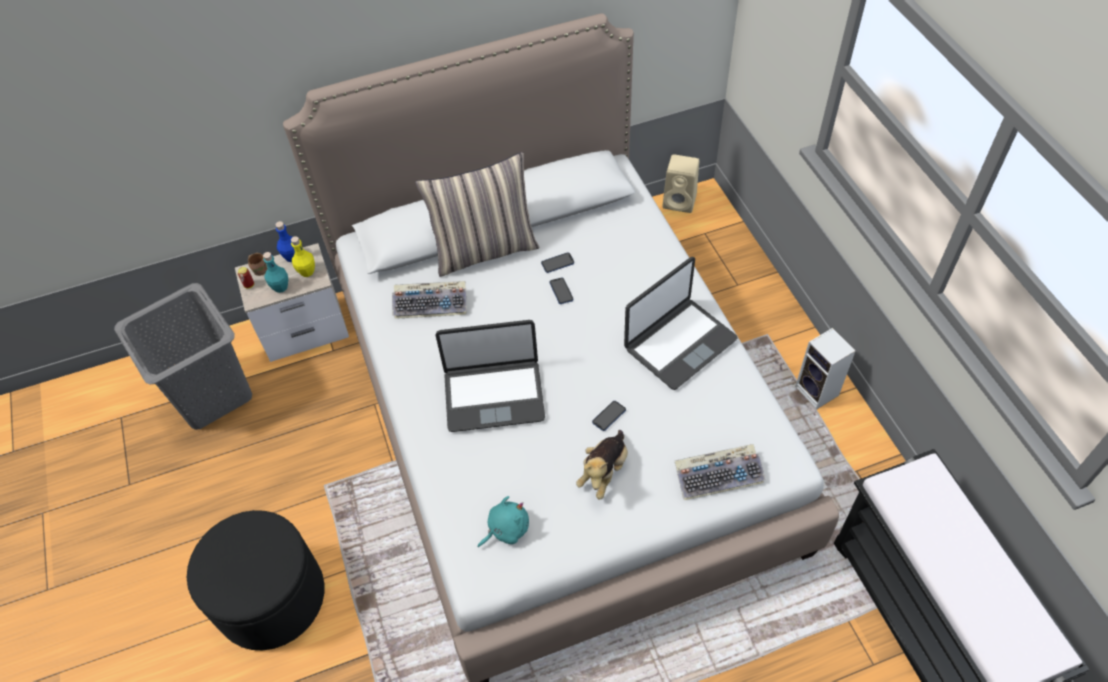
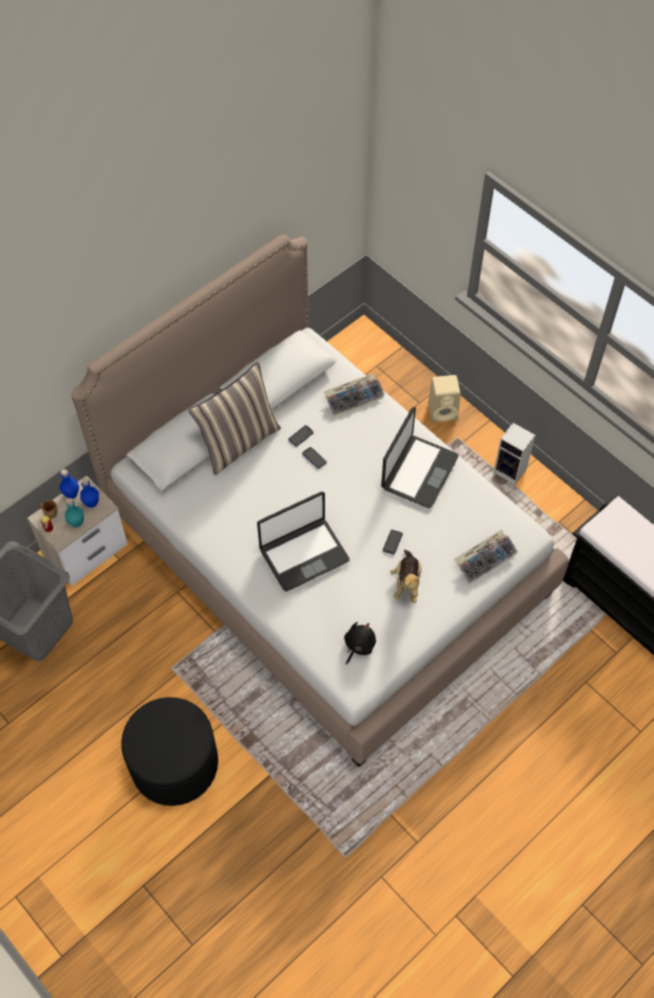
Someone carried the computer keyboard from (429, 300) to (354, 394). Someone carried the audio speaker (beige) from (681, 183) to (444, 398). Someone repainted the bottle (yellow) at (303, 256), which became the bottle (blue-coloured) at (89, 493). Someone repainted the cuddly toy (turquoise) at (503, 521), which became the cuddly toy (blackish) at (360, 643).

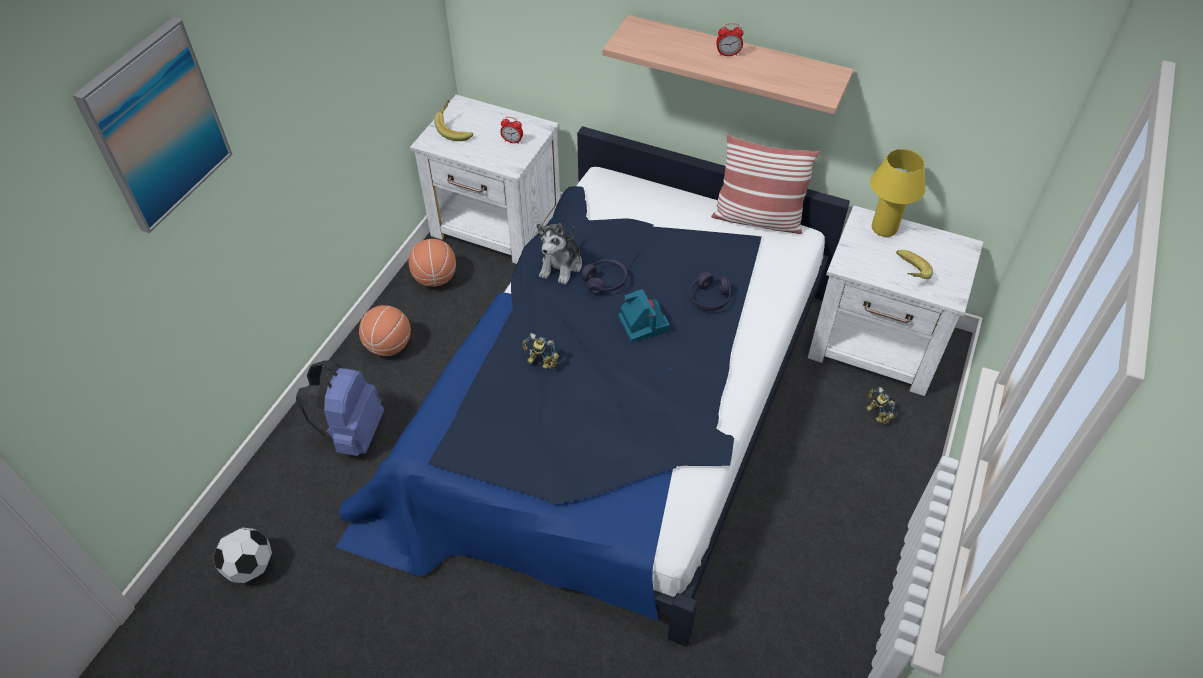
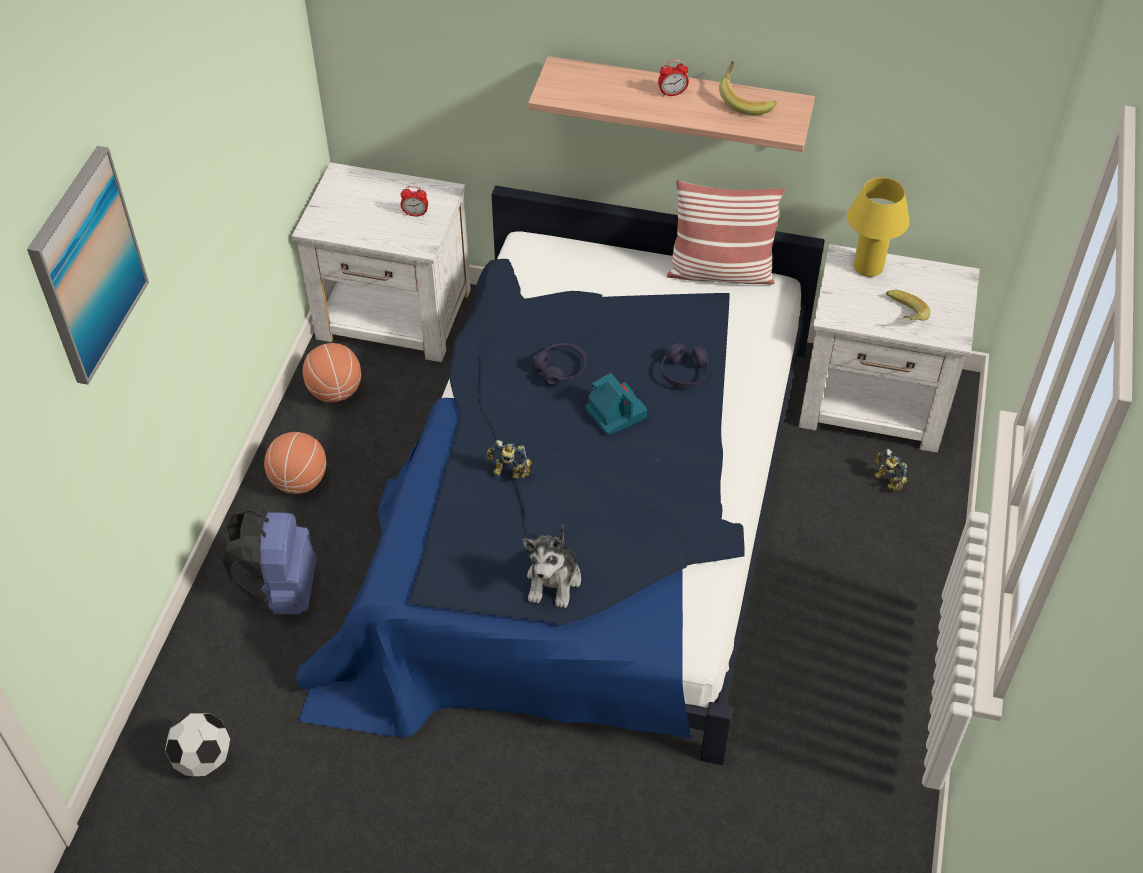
Someone carried the whole banana from (453, 120) to (748, 88). Someone carried the cuddly toy from (559, 254) to (552, 566).

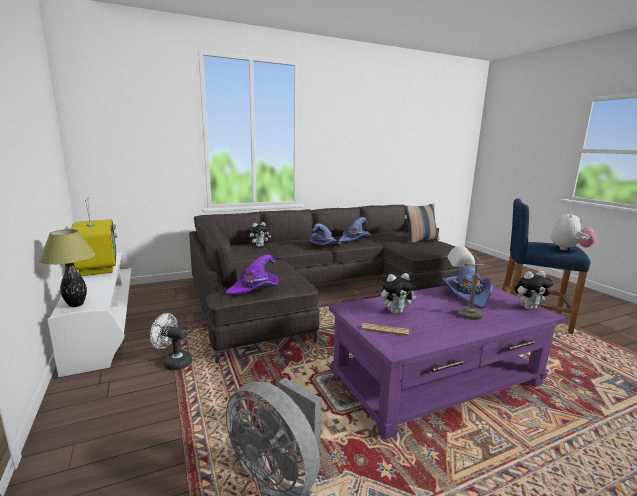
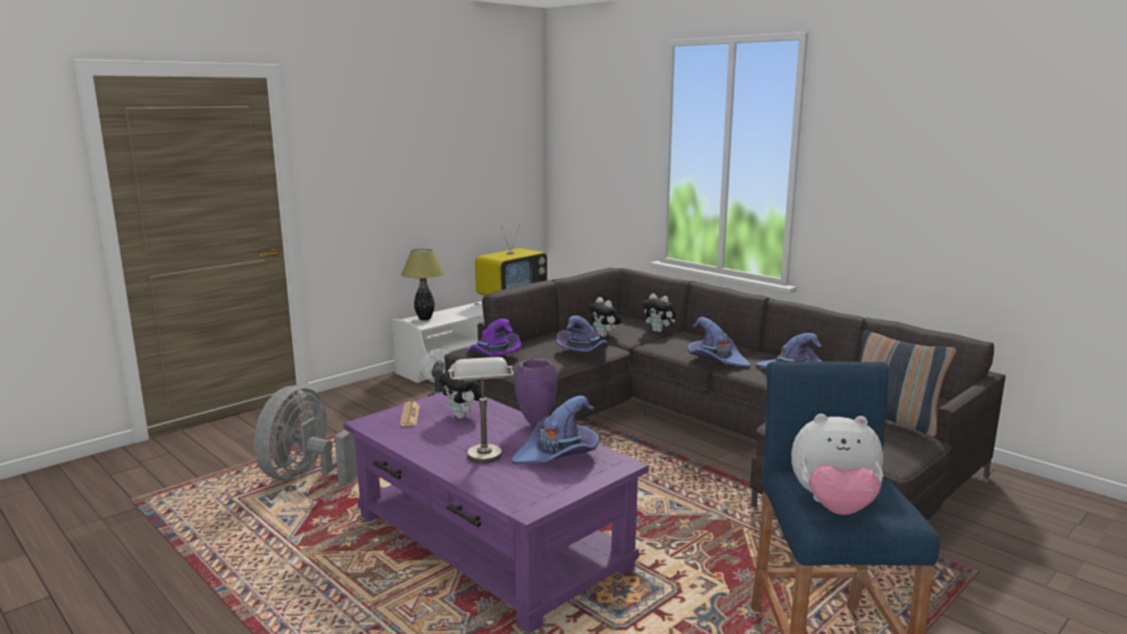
Someone put down the decorative vase (purple) at (536, 393). Someone put down the clothing hat (purple) at (582, 334). Someone carried the cuddly toy from (534, 290) to (604, 317).

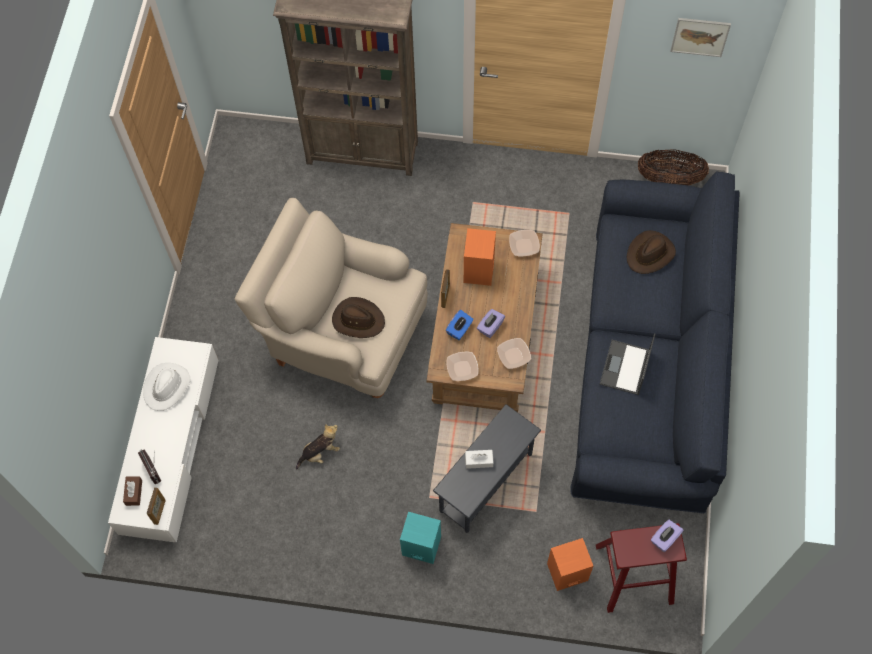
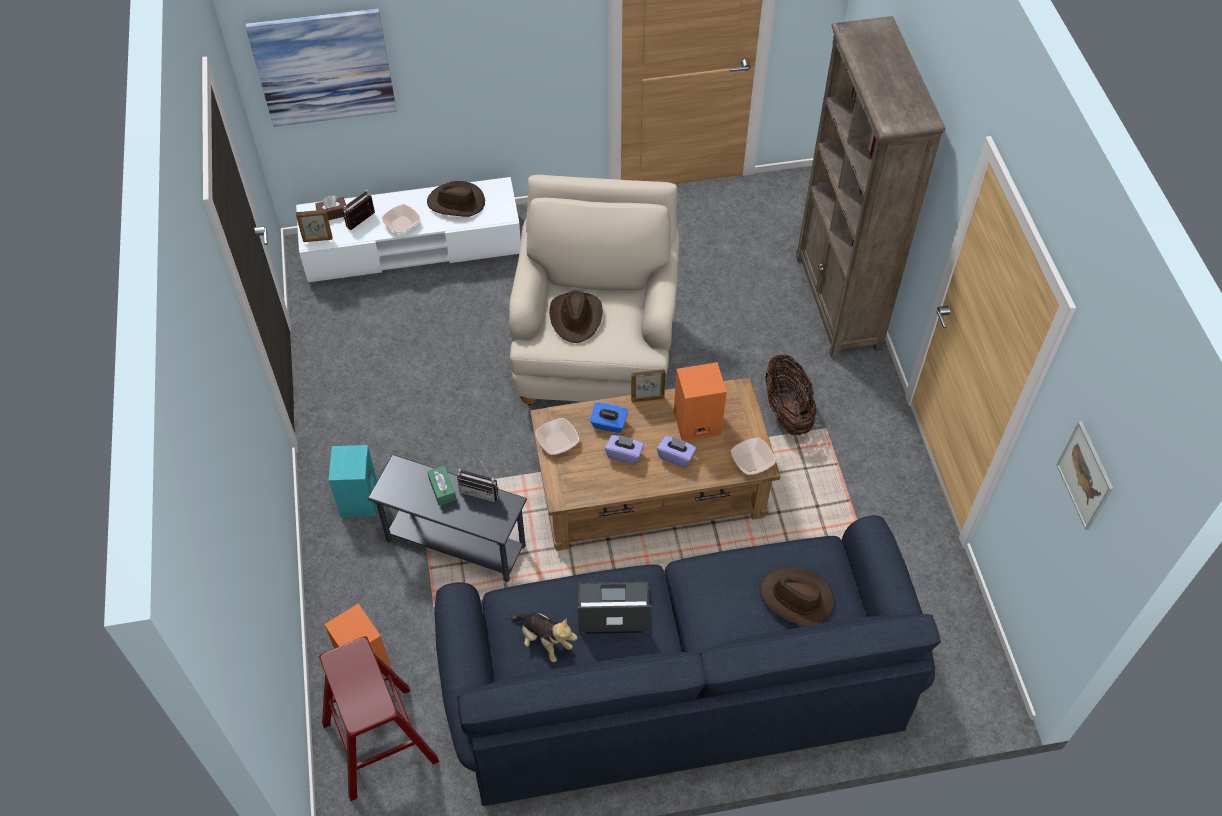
Someone put up the wall picture at (321, 67). Someone put down the radio at (477, 479). Someone carried the cuddly toy from (318, 447) to (543, 637). Someone carried the deep dish from (514, 353) to (401, 218). Someone carried the basket from (673, 167) to (791, 395). Someone carried the tissue holder (purple) from (667, 536) to (677, 452). Someone repainted the clothing hat (white-coloured) at (167, 387), which became the clothing hat (brown) at (456, 199). Someone repainted the tissue holder (white-coloured) at (479, 459), which became the tissue holder (green) at (441, 486).

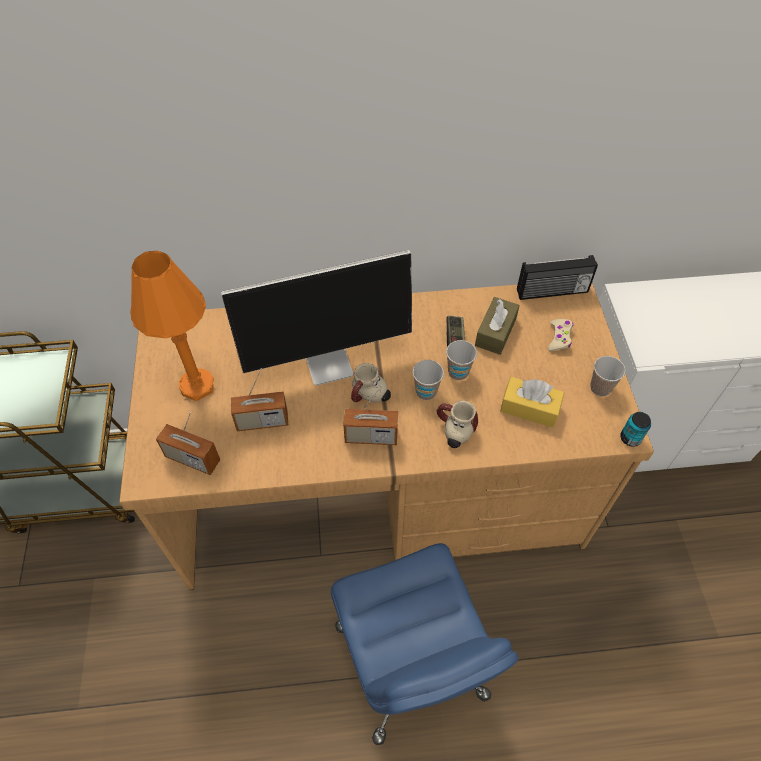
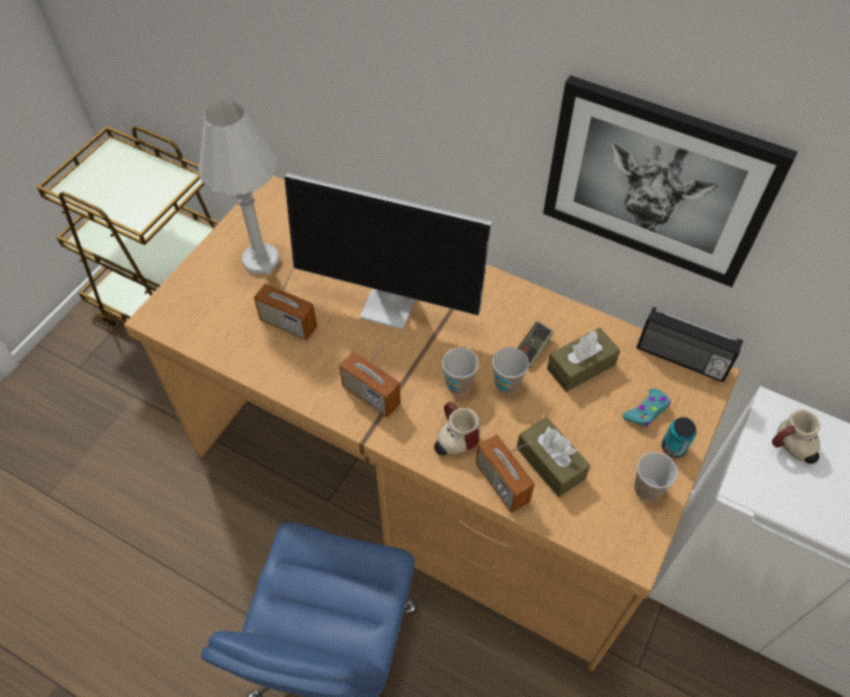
Someone put up the wall picture at (670, 181). Someone carried the radio from (188, 443) to (505, 473). Someone carried the tea mug from (371, 382) to (796, 437). Someone carried the sealed can from (635, 429) to (679, 437). Someone repainted the table lamp (orangey) at (172, 326), which became the table lamp (white-coloured) at (239, 187). Someone repainted the tissue holder (yellow) at (532, 402), which became the tissue holder (brown) at (553, 457). Someone repainted the gamepad (beige) at (560, 335), which became the gamepad (turquoise) at (646, 407).

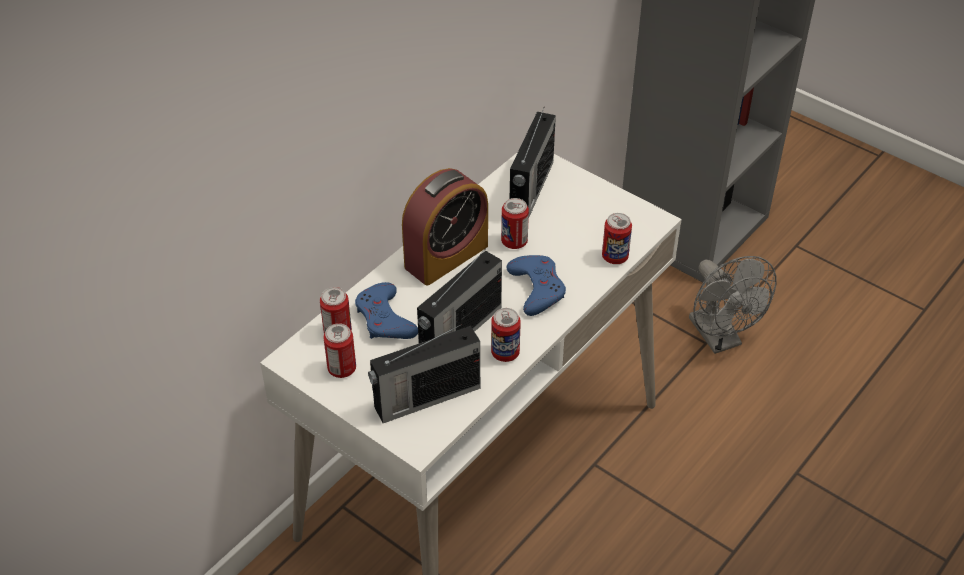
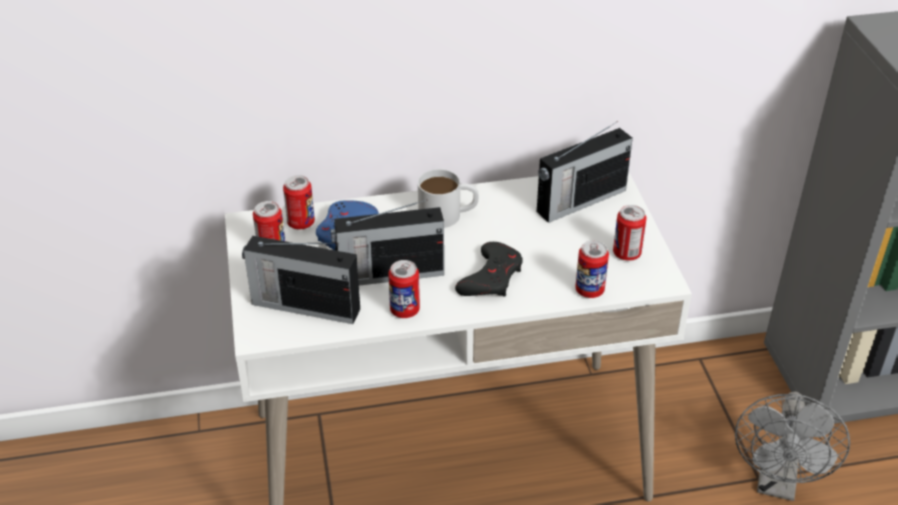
Someone carried the sealed can from (515, 223) to (630, 233). Someone swapped the table clock at (445, 227) for the tea mug (white-coloured) at (448, 198). Someone repainted the gamepad (blue-coloured) at (536, 285), which became the gamepad (blackish) at (489, 269).

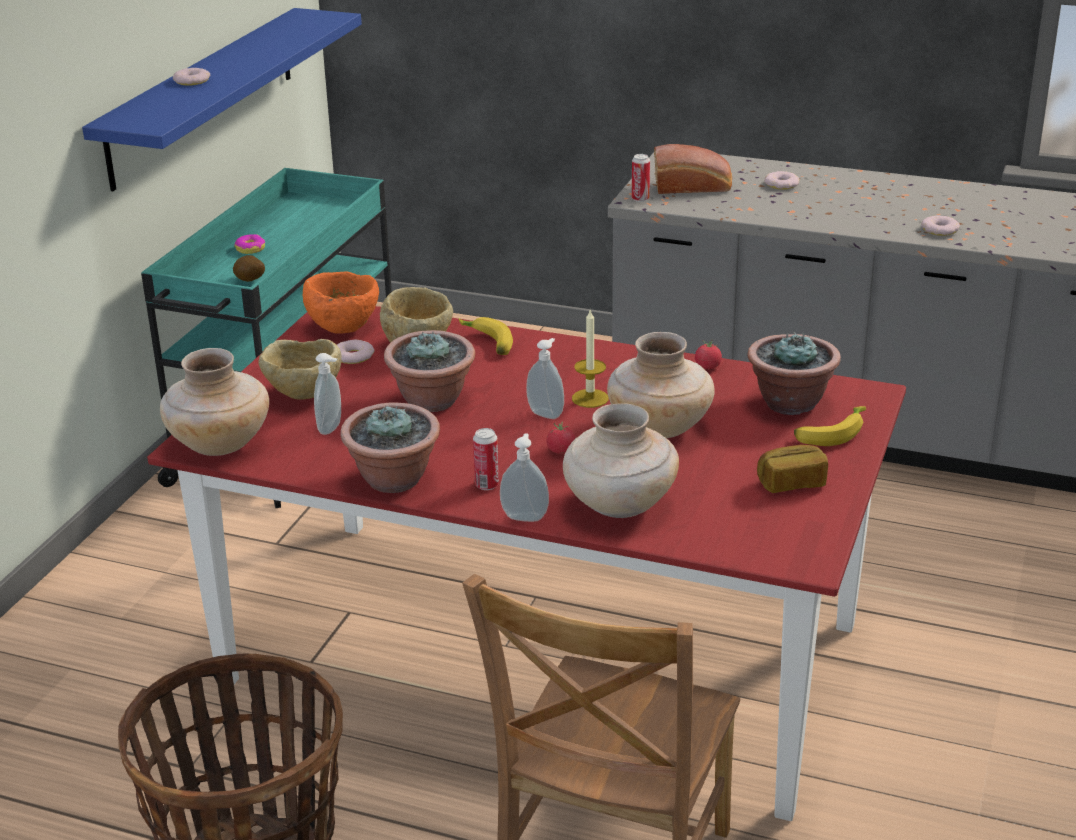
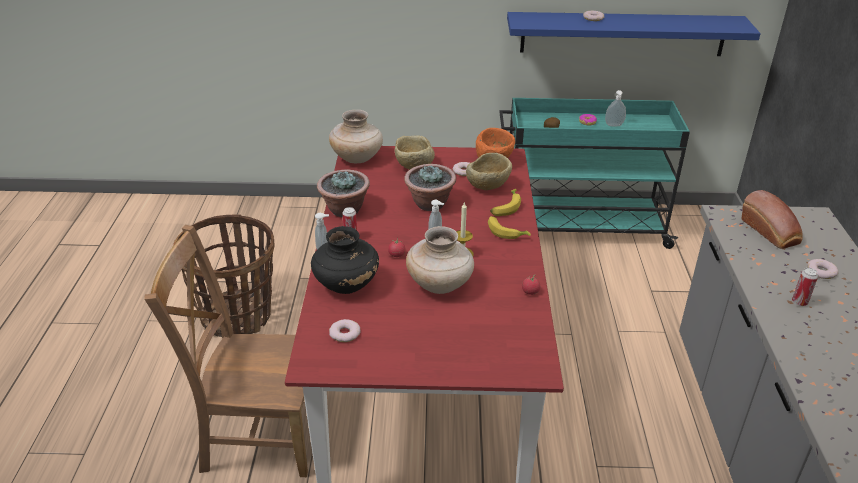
Someone took away the potted plant at (794, 373). Someone took away the baked bread at (792, 469). Someone carried the soap bottle from (327, 394) to (615, 108). Someone carried the sealed can from (641, 178) to (805, 287). Someone carried the whole banana from (830, 426) to (509, 227). Someone carried the ring doughnut from (940, 226) to (345, 330). Someone repainted the decorative vase (beige) at (621, 460), which became the decorative vase (blackish) at (345, 260).

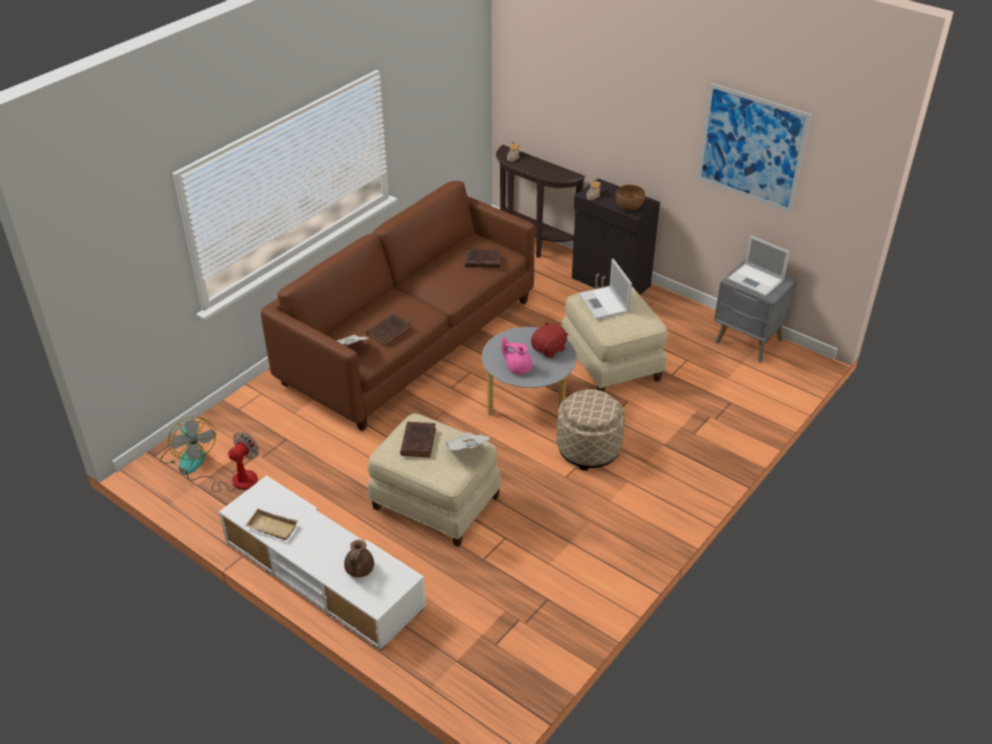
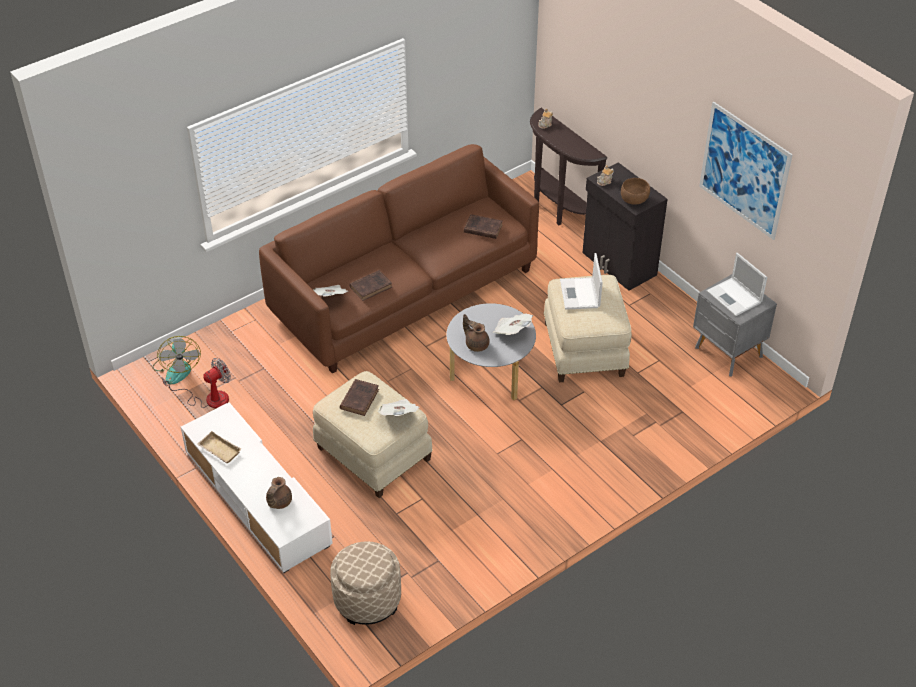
Someone carried the pouffe (beige) from (591, 430) to (365, 583). Someone swapped the cuddly toy (reddish) at (549, 339) for the newspaper at (513, 324). Someone repainted the tea pot (pinkish) at (517, 356), which became the tea pot (brown) at (476, 333).

